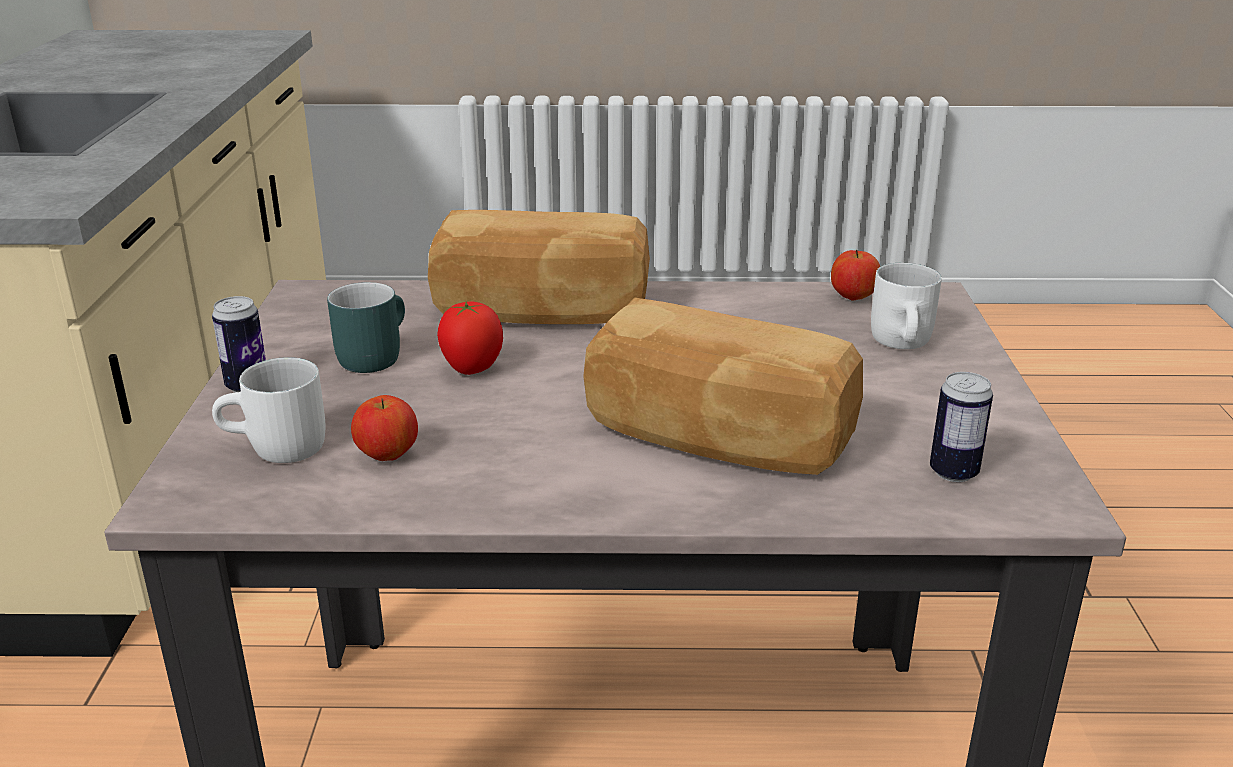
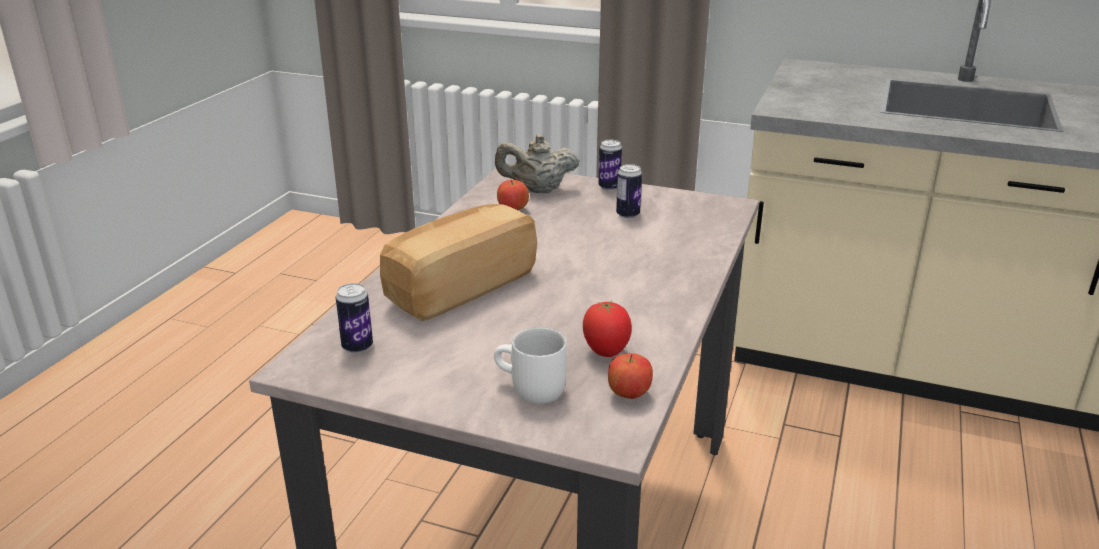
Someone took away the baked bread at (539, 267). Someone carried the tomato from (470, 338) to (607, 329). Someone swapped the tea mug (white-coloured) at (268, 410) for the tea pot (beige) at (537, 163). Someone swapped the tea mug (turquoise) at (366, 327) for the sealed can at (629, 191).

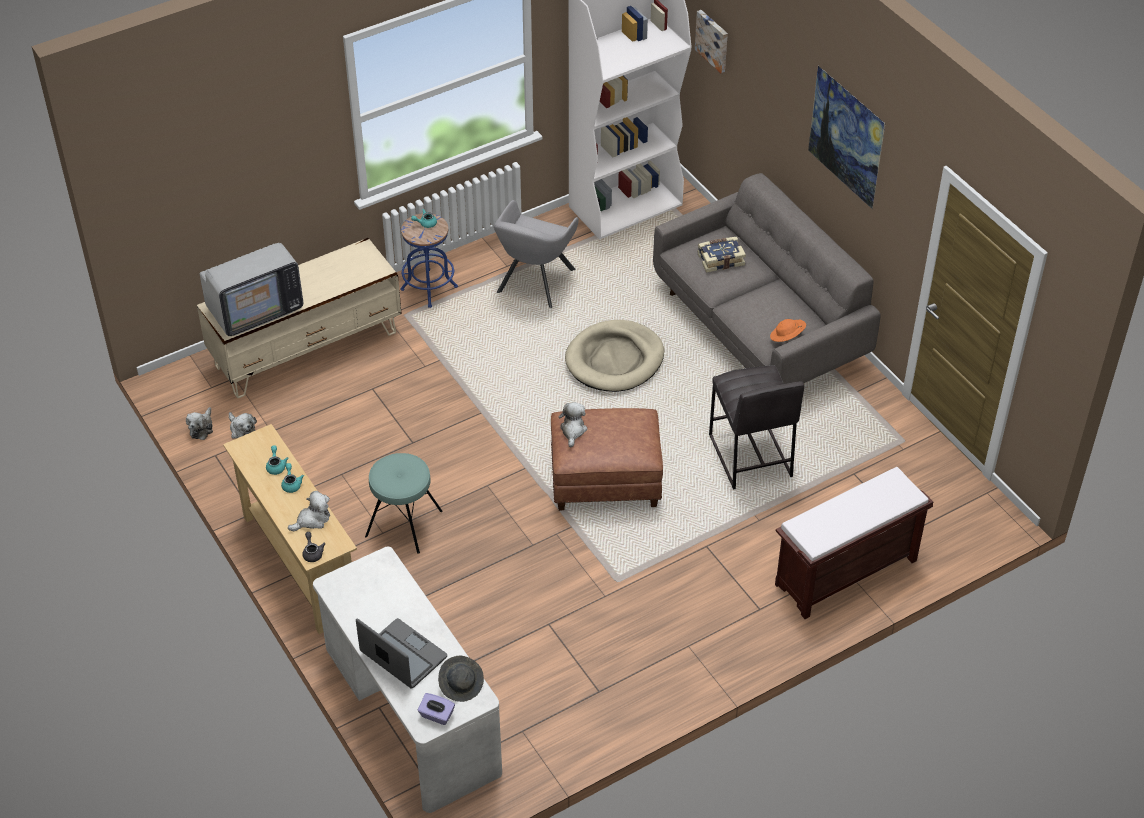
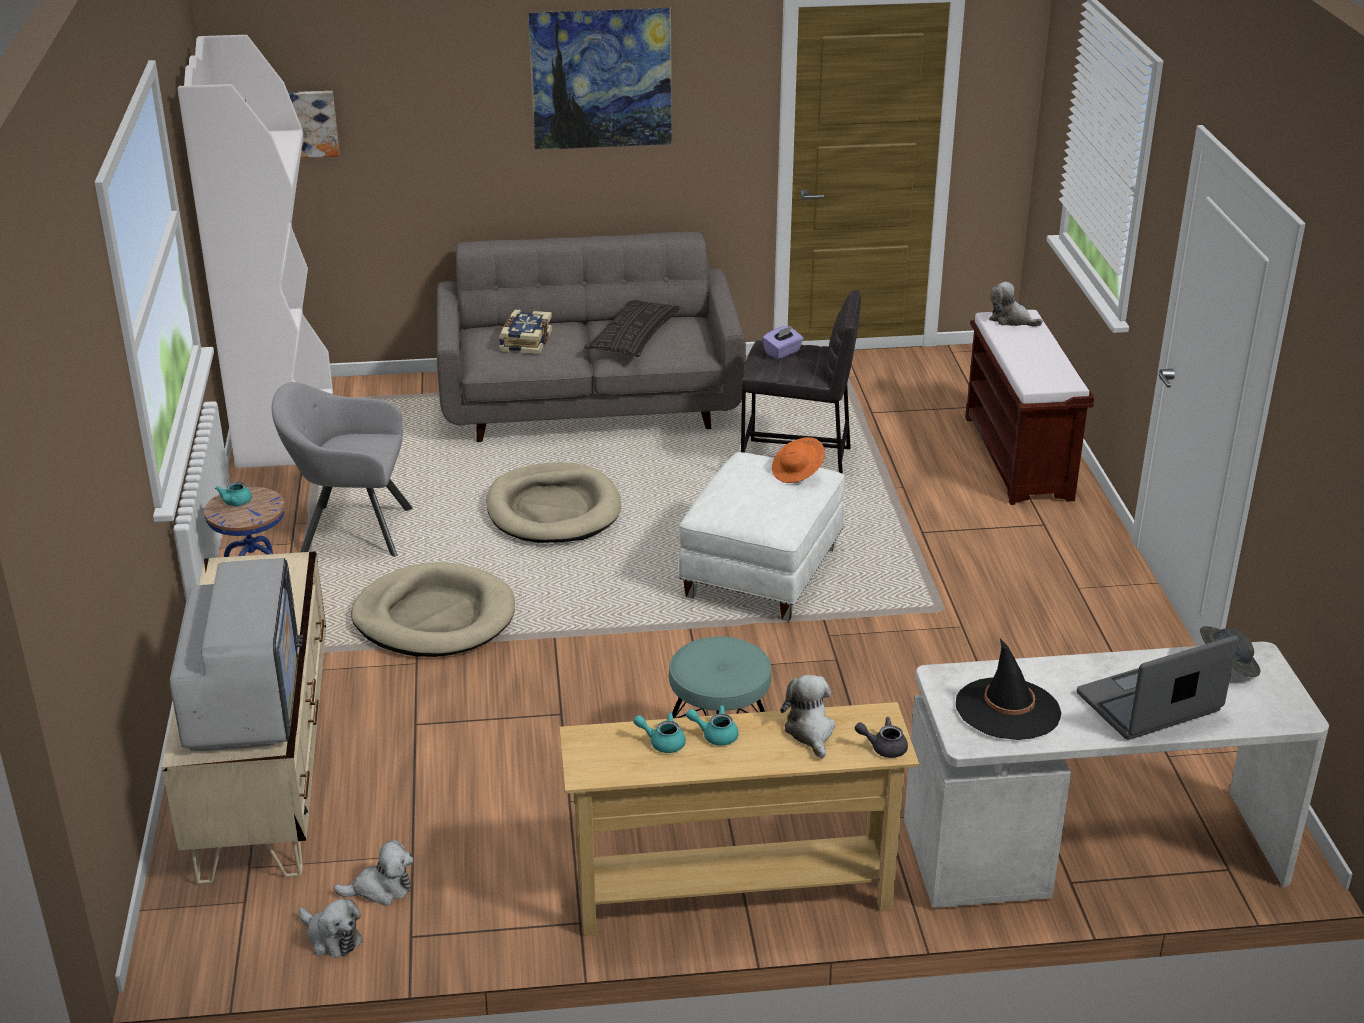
Someone put down the dog cushion (beige) at (433, 609). Someone put down the cushion at (632, 328). Someone put down the clothing hat (blackish) at (1008, 689). Someone carried the tissue holder (purple) from (436, 709) to (783, 342). Someone carried the cuddly toy from (573, 425) to (1016, 304). Someone carried the clothing hat (orangey) from (788, 330) to (798, 460). Someone repainted the pouffe (brown) at (607, 459), which became the pouffe (white-coloured) at (761, 537). Someone rotated the armchair (greyish) at (536, 254) by 135 degrees clockwise.

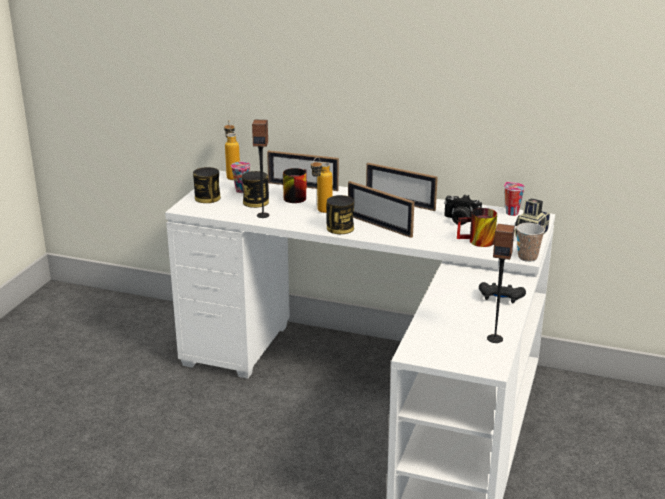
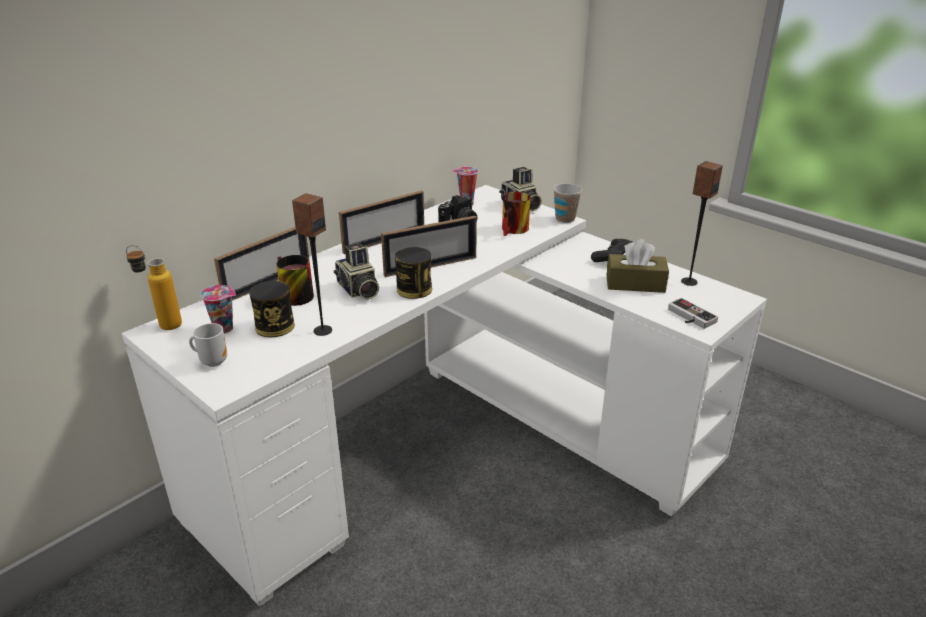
Someone put down the tissue holder (brown) at (638, 266). Someone put down the gamepad at (693, 313). Someone swapped the sealed can at (207, 185) for the tea mug at (208, 345). Someone swapped the bottle at (321, 185) for the photo camera at (356, 271).

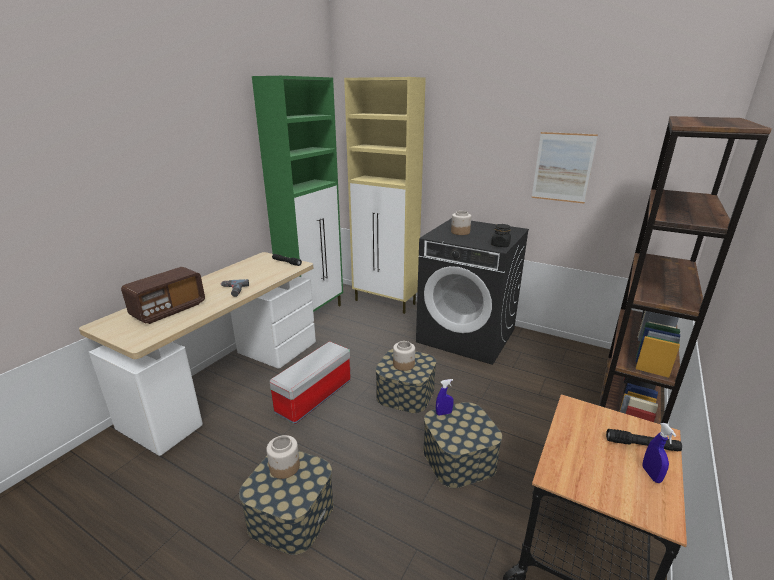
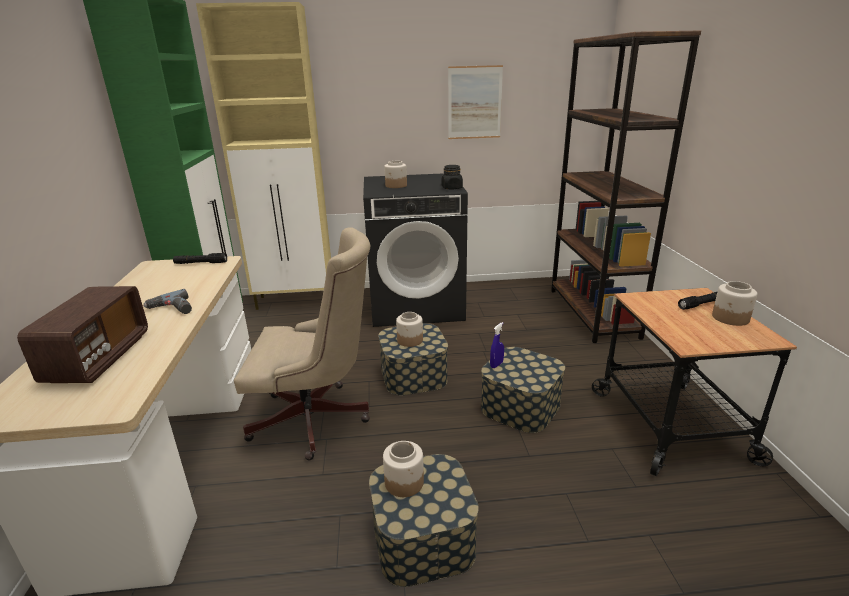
Someone swapped the storage box at (310, 382) for the desk chair (beige) at (302, 344). Someone swapped the spray bottle (blue-coloured) at (659, 453) for the storage jar at (734, 303).

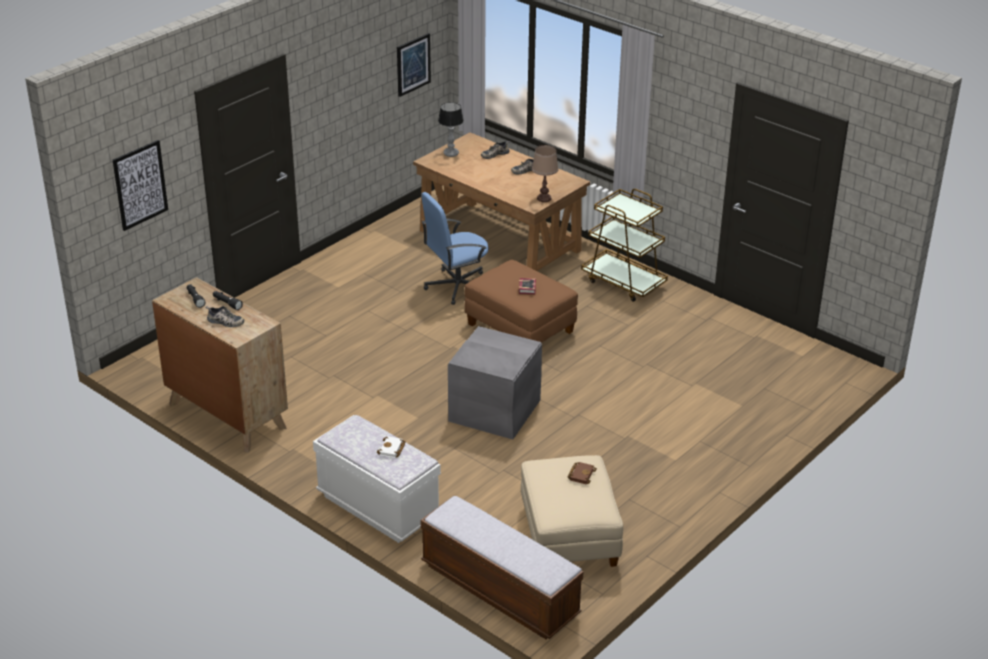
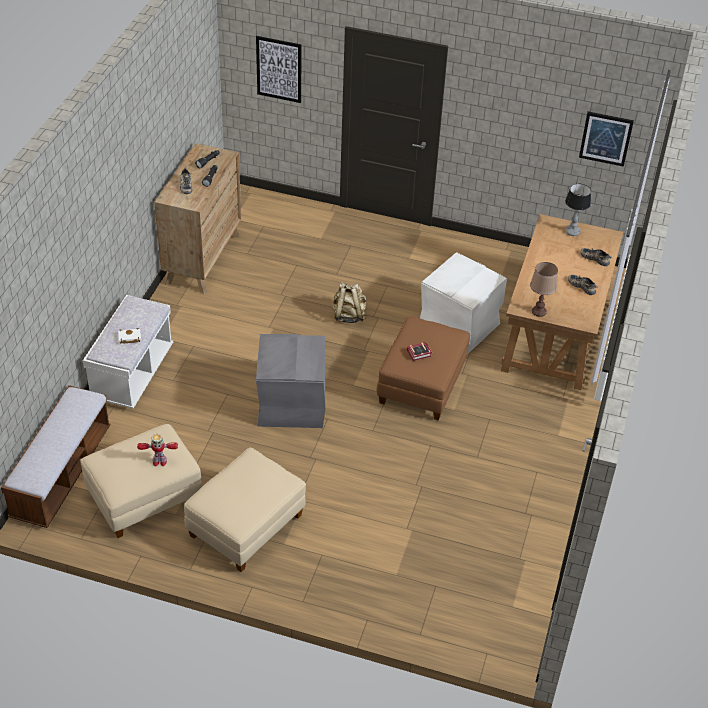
Someone took away the cart (brown) at (624, 245). Someone put down the pouffe (beige) at (245, 509). Someone put down the rucksack (beige) at (349, 302). Someone swapped the desk chair (blue-coloured) at (455, 248) for the storage box (white-coloured) at (463, 303). Someone swapped the bound book (brown) at (582, 473) for the toy robot at (157, 450).

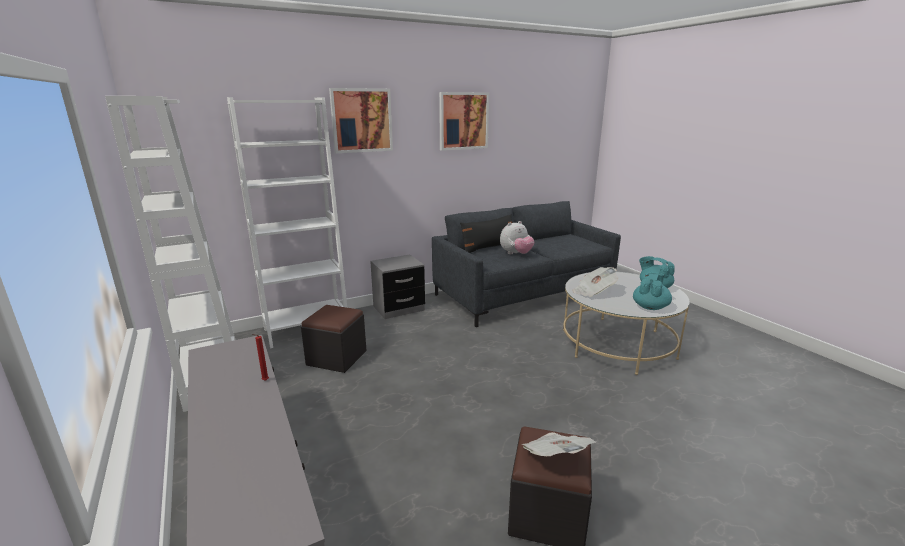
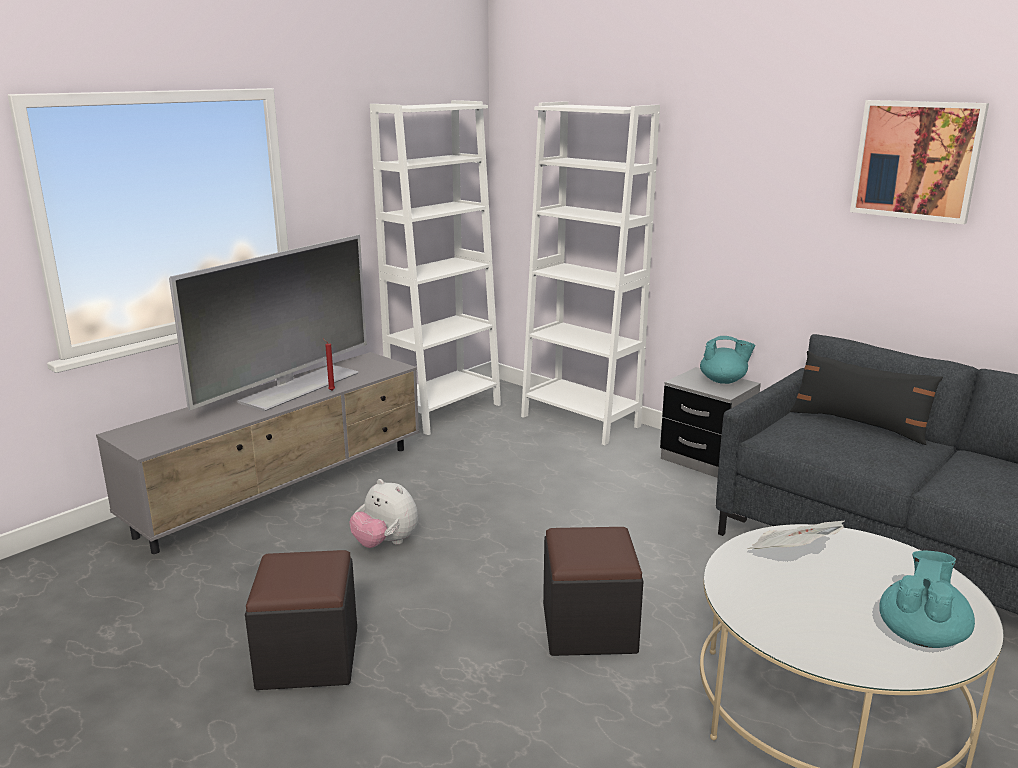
Someone took away the wall picture at (361, 120). Someone took away the newspaper at (558, 444). Someone put down the TV set at (268, 322). Someone carried the pouffe (blackish) from (333, 339) to (593, 591). Someone carried the cuddly toy from (517, 237) to (383, 513). Someone carried the tea pot (turquoise) from (652, 291) to (728, 360).

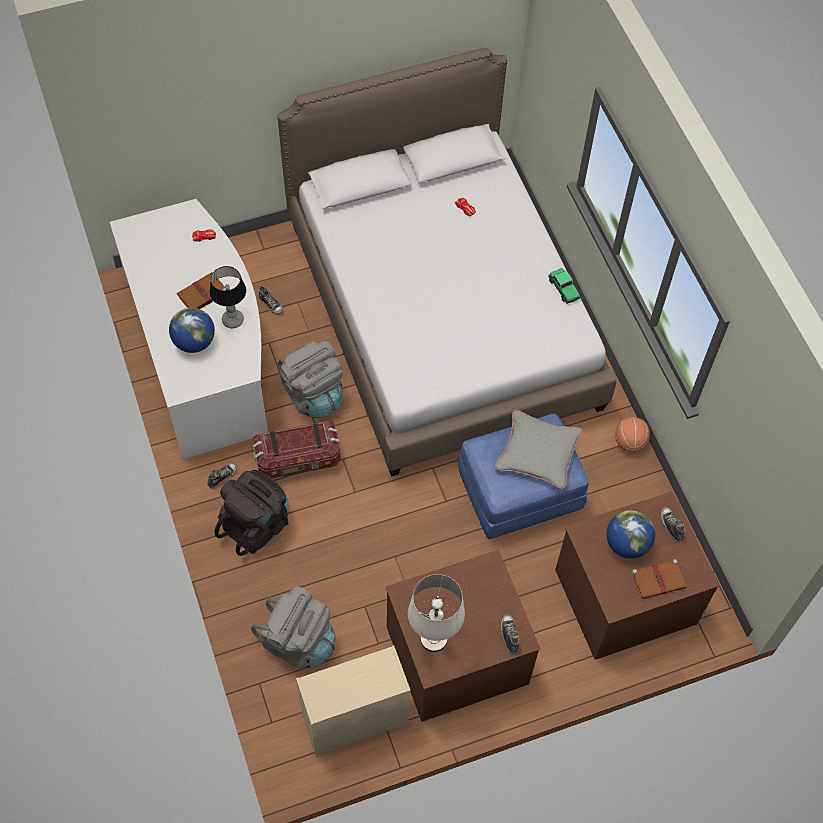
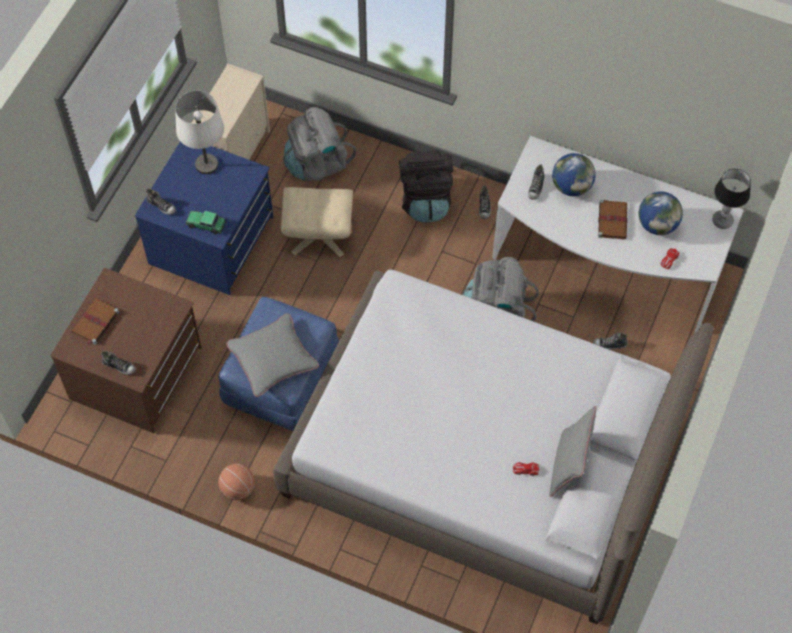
Someone took away the storage box at (297, 449). Someone put down the pouffe (beige) at (317, 222). Someone put down the shoe at (536, 182). Someone put down the cushion (greyish) at (573, 451). Someone carried the table lamp from (228, 297) to (731, 199). Someone carried the toy car from (564, 286) to (206, 222). Someone carried the globe from (630, 534) to (661, 213). Someone repainted the dresser (brown) at (463, 635), which became the dresser (blue-coloured) at (204, 218).

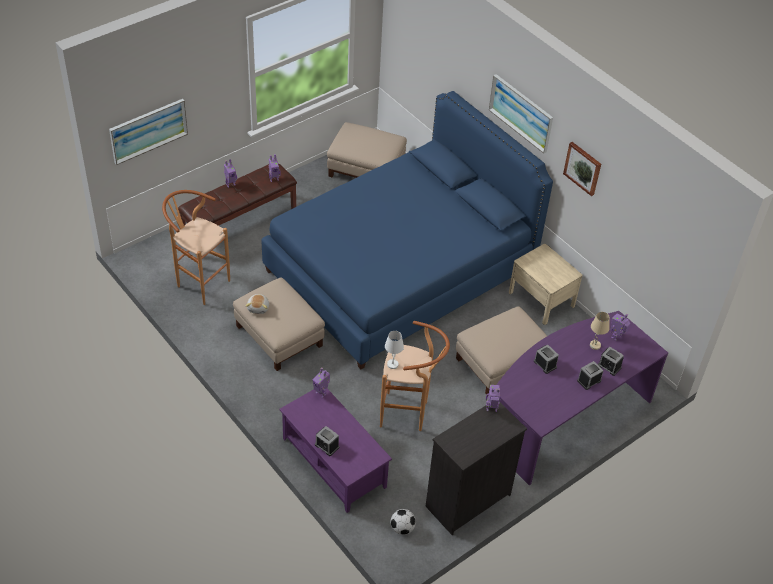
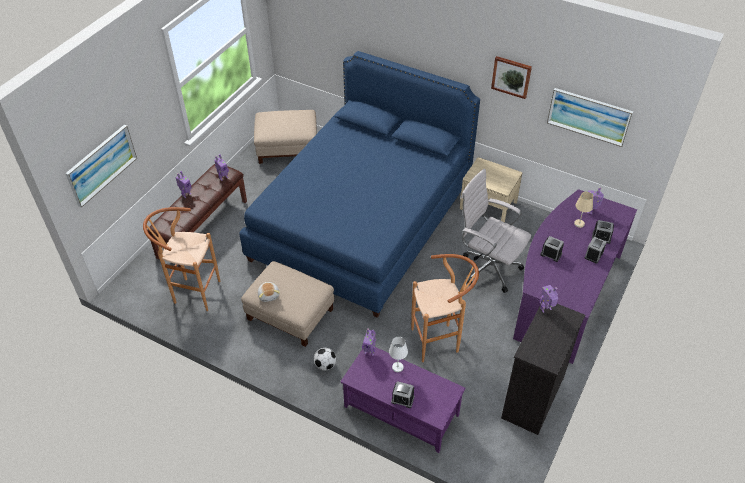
Someone carried the table lamp (white-coloured) from (394, 350) to (398, 354). Someone carried the football ball from (403, 522) to (325, 359). Someone carried the wall picture from (521, 113) to (590, 117). Someone swapped the pouffe (beige) at (501, 350) for the desk chair (white-coloured) at (496, 231).

